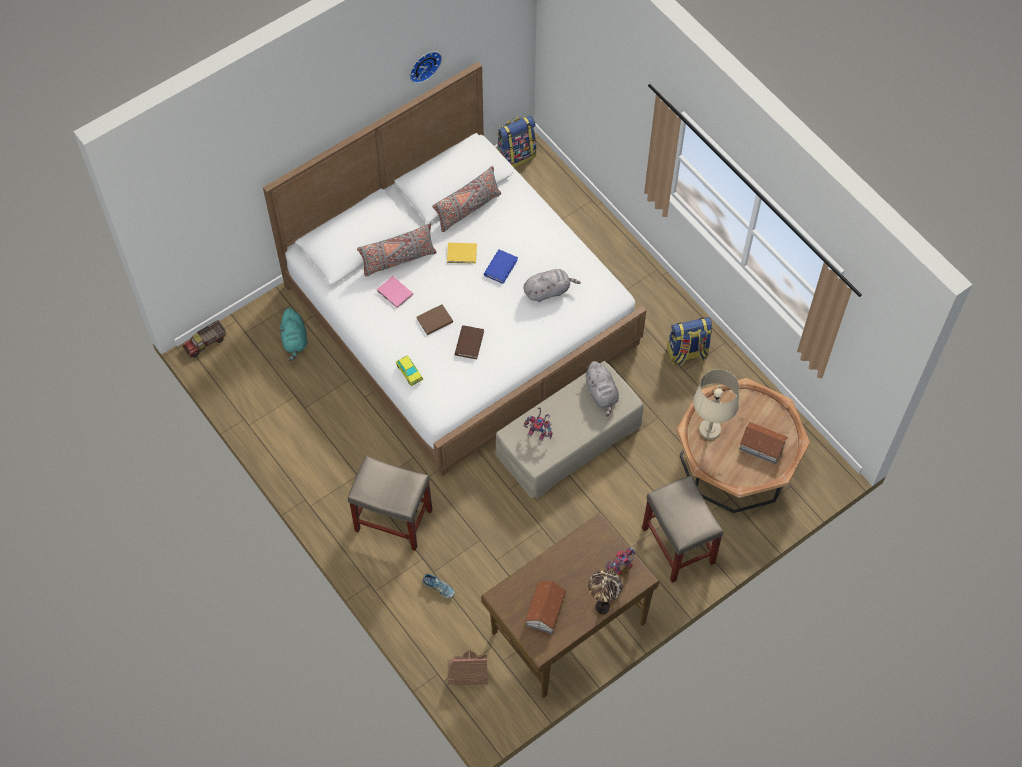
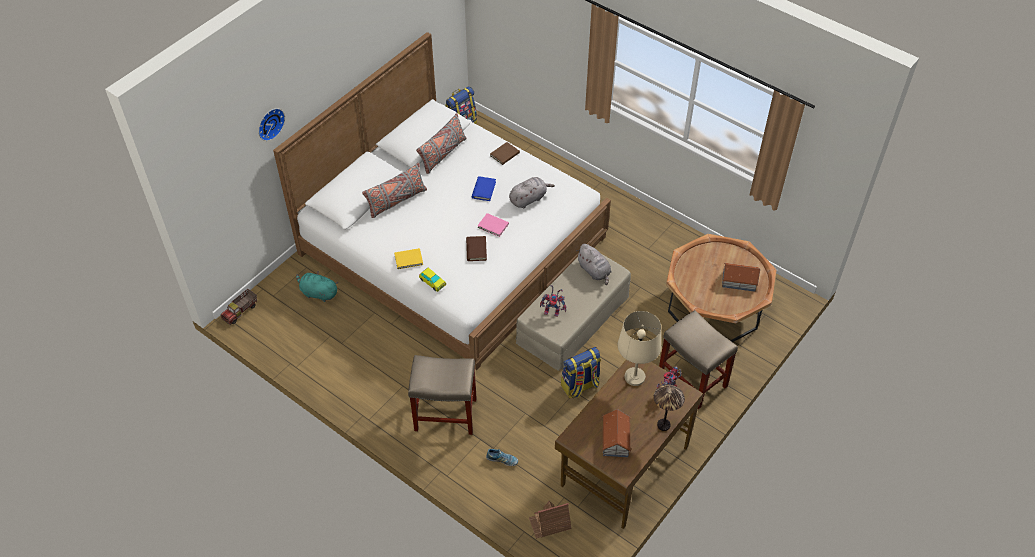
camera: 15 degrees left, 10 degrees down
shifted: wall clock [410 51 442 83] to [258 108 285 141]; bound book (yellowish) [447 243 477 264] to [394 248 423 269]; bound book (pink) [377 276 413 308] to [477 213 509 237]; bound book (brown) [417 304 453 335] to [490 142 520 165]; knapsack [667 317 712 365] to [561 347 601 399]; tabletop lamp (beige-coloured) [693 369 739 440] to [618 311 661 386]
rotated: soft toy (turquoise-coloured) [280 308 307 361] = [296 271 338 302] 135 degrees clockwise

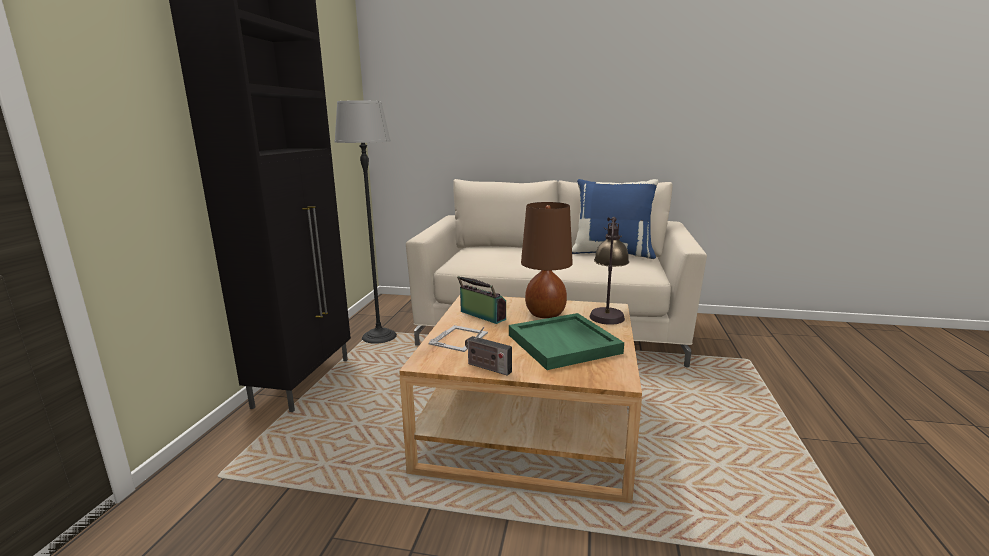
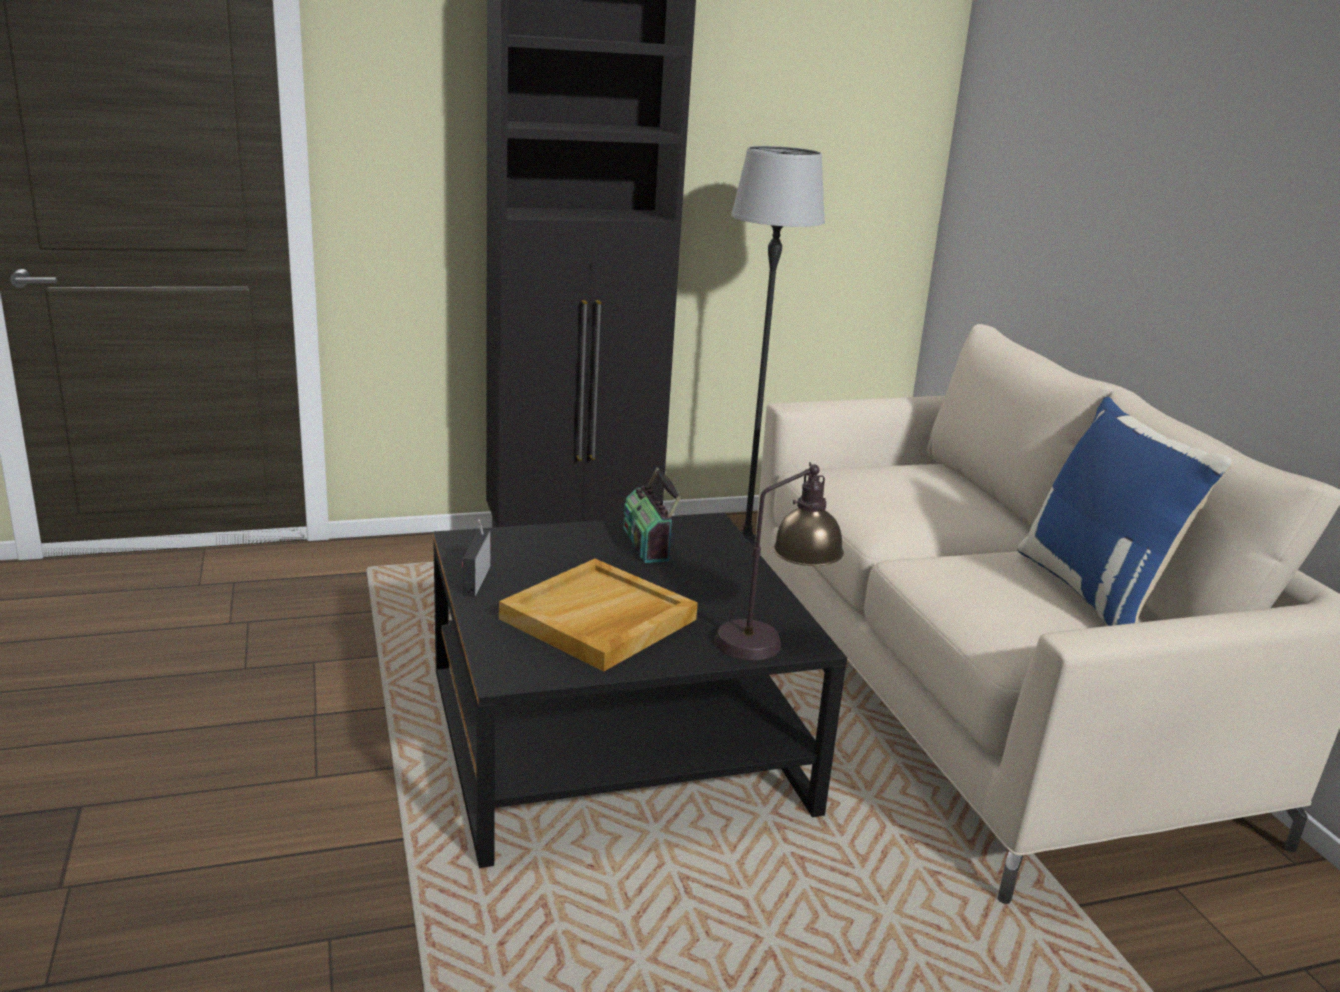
camera: 60 degrees right, 5 degrees up
gone: tabletop lamp (brown) [521 202 573 318]; picture frame [429 325 488 352]
repainted: lounge table (beige-coloured) [399 295 642 503] to lounge table (blackish) [433 512 847 868]; serving tray (greenish) [509 313 624 370] to serving tray (beige-coloured) [499 559 698 671]
rotated: radio receiver [457 276 506 324] = [623 468 681 563] 150 degrees clockwise

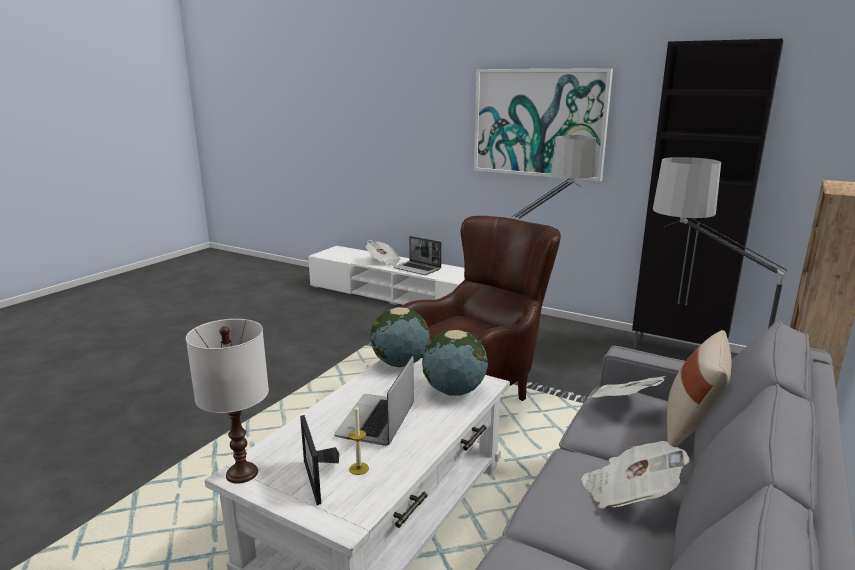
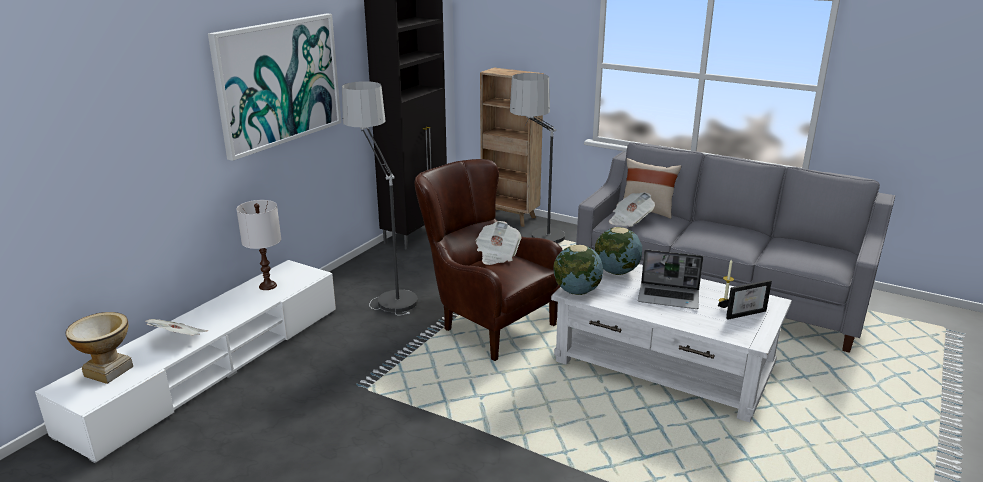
camera: 90 degrees left, 5 degrees up
gone: notebook computer [393 236 442 275]
new: flower vase [66 312 133 384]
shifted: tabletop lamp (white-coloured) [186 319 269 484] to [236 200 281 290]; newspaper [581 441 690 509] to [475 221 522 265]

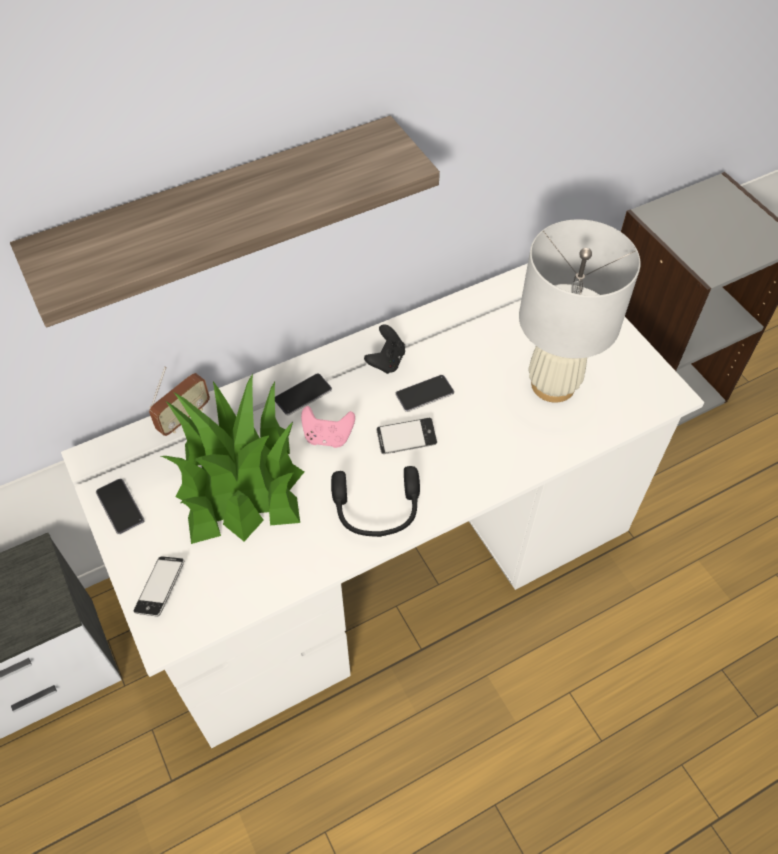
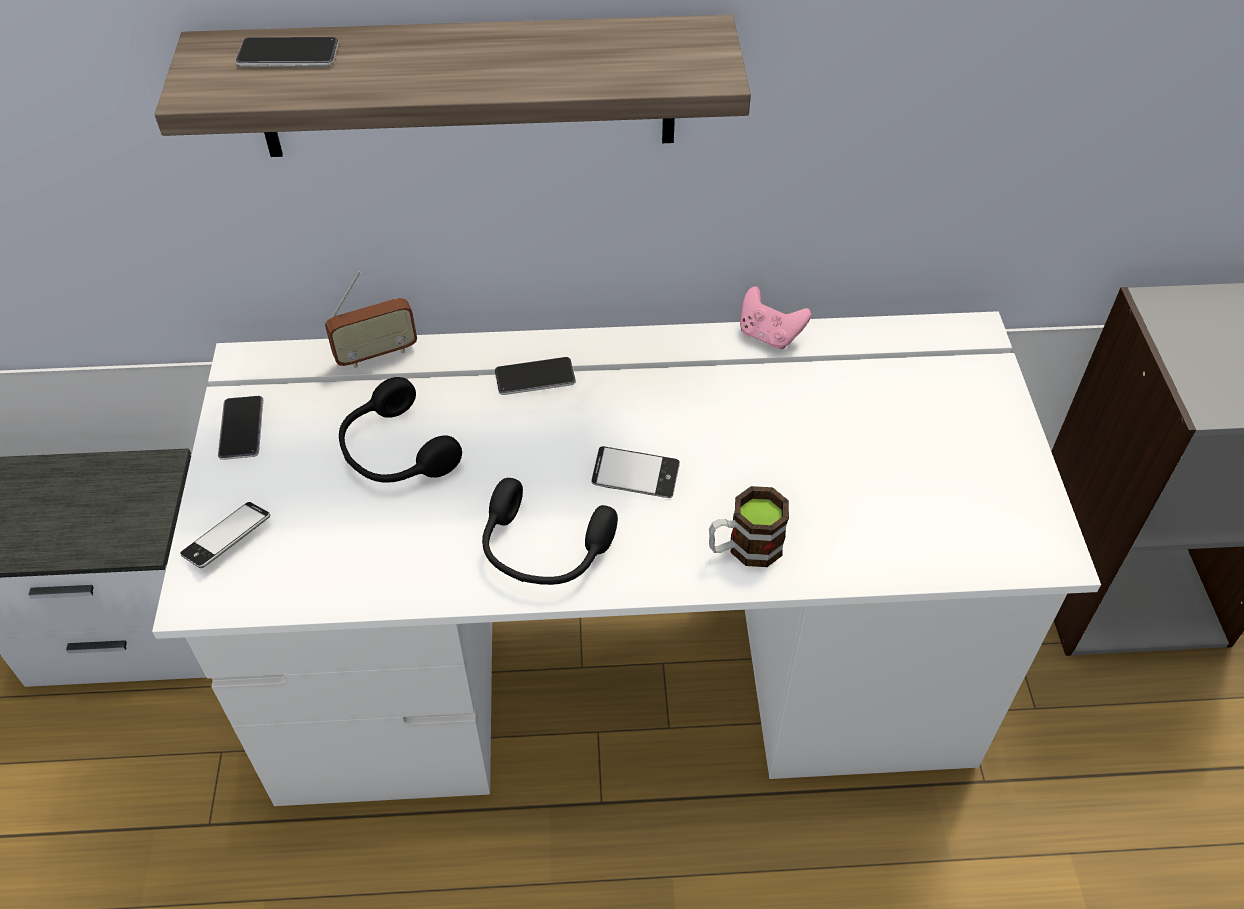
camera: 25 degrees right, 5 degrees down
gone: tabletop lamp (white-coloured) [519 219 641 403]; game controller (blackish) [364 324 405 374]
new: mug [709 486 789 567]
shifted: telephone [395 375 454 412] to [236 37 339 67]; game controller (pink) [301 406 355 448] to [740 286 811 349]
swapped: houseplant [161 373 304 544] to headphones (blackish) [339 377 462 483]

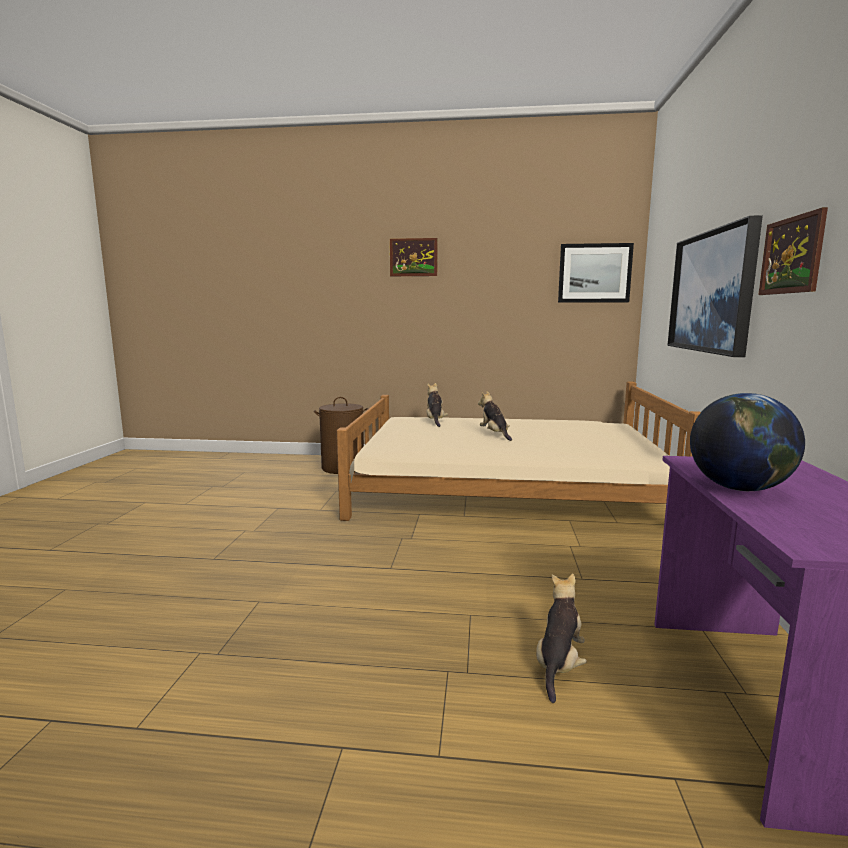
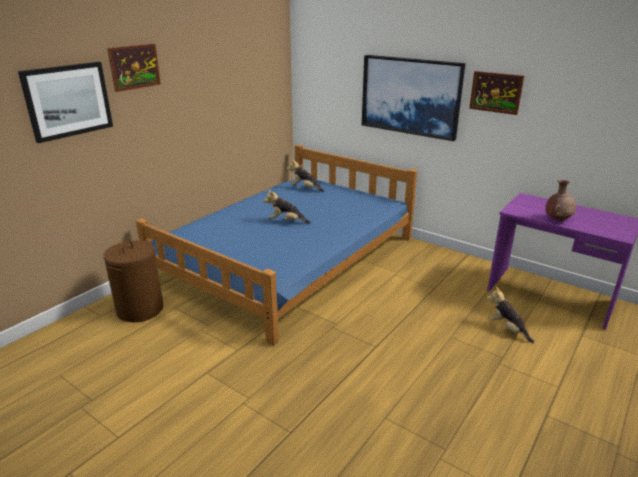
camera: 60 degrees left, 15 degrees up
shifted: wall picture [558 243 634 303] to [18 62 113 143]; soft toy [426 383 448 427] to [287 159 324 192]
swapped: world globe [690 393 805 491] to flower vase (brown) [546 180 576 221]
repainted: sleeping bed (beige-coloured) [337 382 701 521] to sleeping bed (bluish) [136 144 417 346]

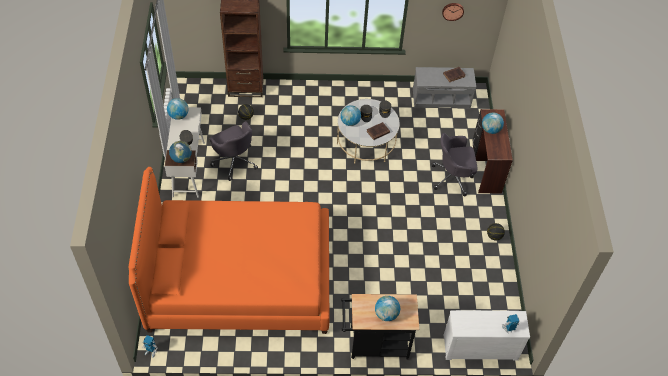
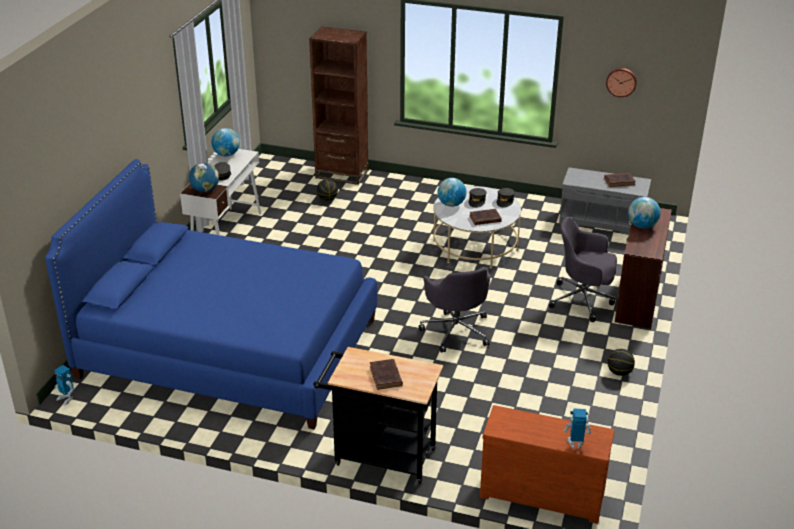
camera: 20 degrees right, 20 degrees down
shifted: computer chair (greyish) [209 121 258 181] to [419 267 490 352]
swapped: world globe [375 296 400 321] to bound book (brown) [370 359 403 390]
repainted: sleeping bed (orange-coloured) [129 167 329 334] to sleeping bed (bluish) [45 159 377 429]; dresser (white-coloured) [444 310 530 360] to dresser (brown) [480 405 615 524]

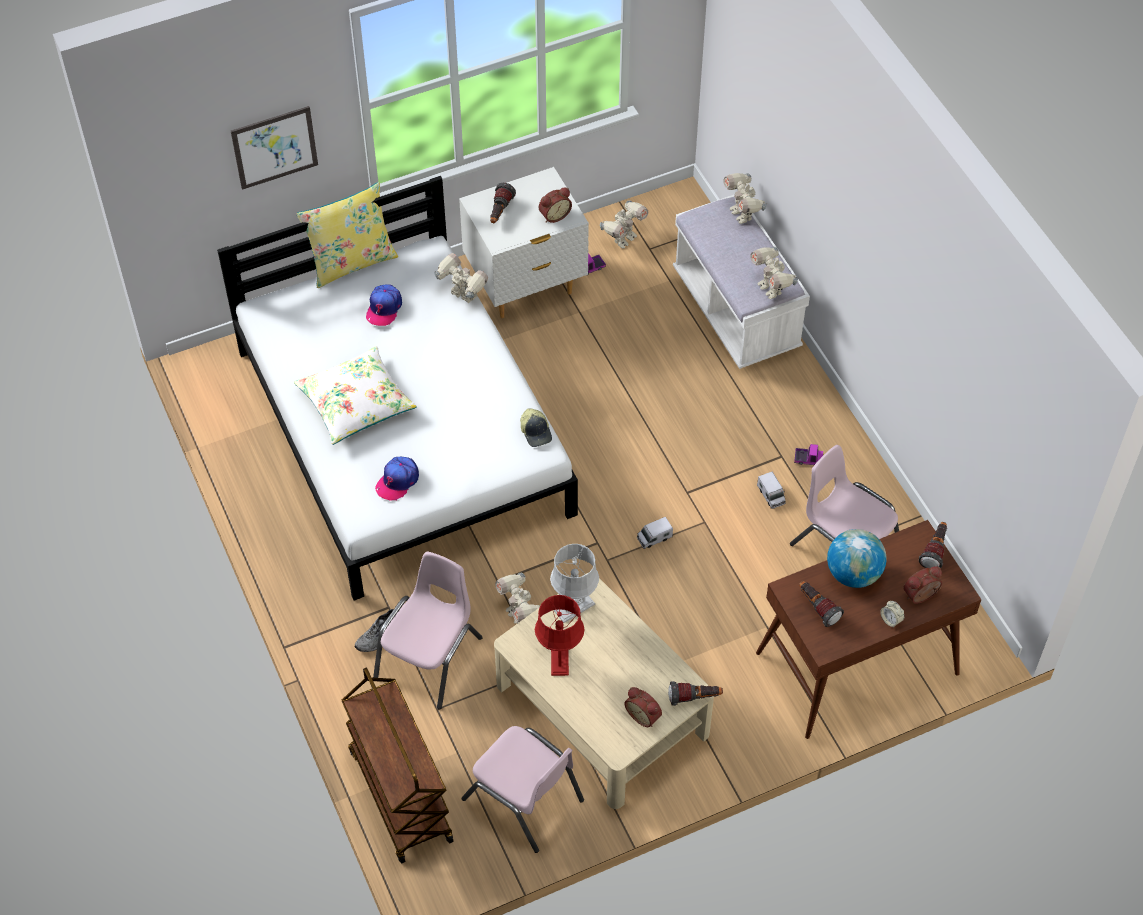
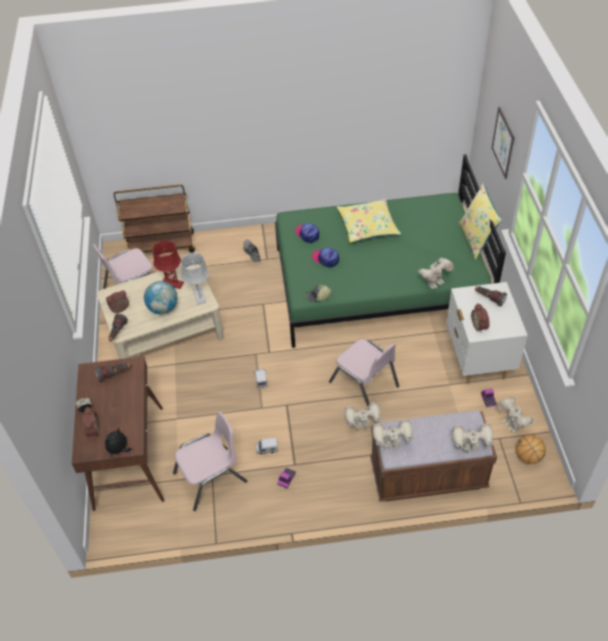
camera: 110 degrees right, 5 degrees down
new: basketball [516 435 546 464]
shifted: peaked cap [366 284 402 326] to [312 247 339 267]; world globe [827 529 887 588] to [144 281 177 314]; plain chair (pink) [373 552 483 709] to [329 339 399 406]; model robot [495 573 540 624] to [345 402 382 430]
swapped: torch [919 522 947 569] to soft toy [105 428 132 457]
repainted: sleeping bed (white-coloured) [217 176 578 601] to sleeping bed (greenish) [275 154 506 348]; bench (white-coloured) [673 194 810 369] to bench (brown) [370 410 497 502]; cushion (white-coloured) [294 346 417 445] to cushion (yellowish) [337 199 401 243]

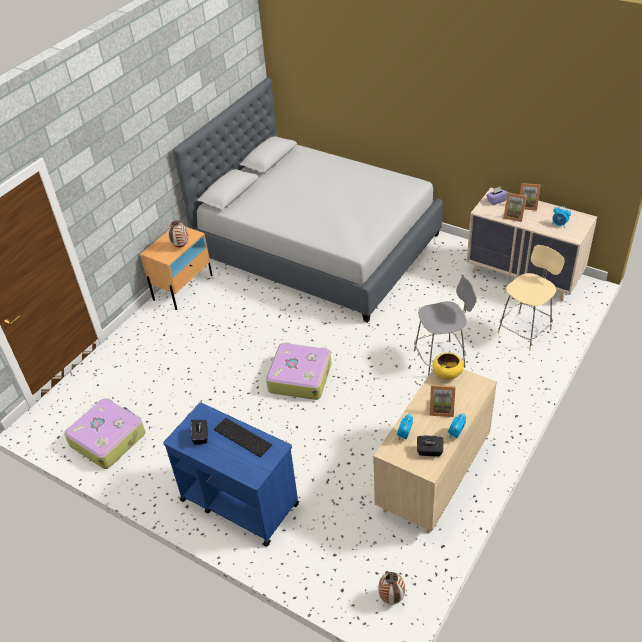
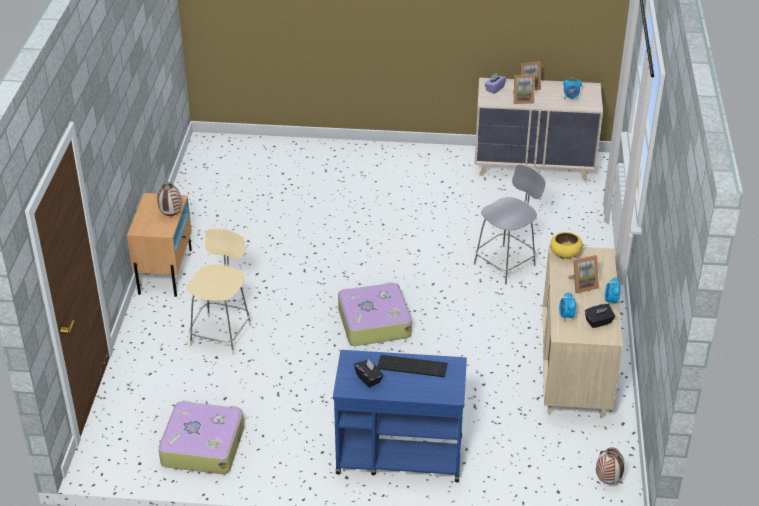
camera: 30 degrees left, 5 degrees down
gone: sleeping bed (greyish) [173 78 443 323]
shifted: plain chair (beige-coloured) [497 245 565 350] to [187 229 251 355]

